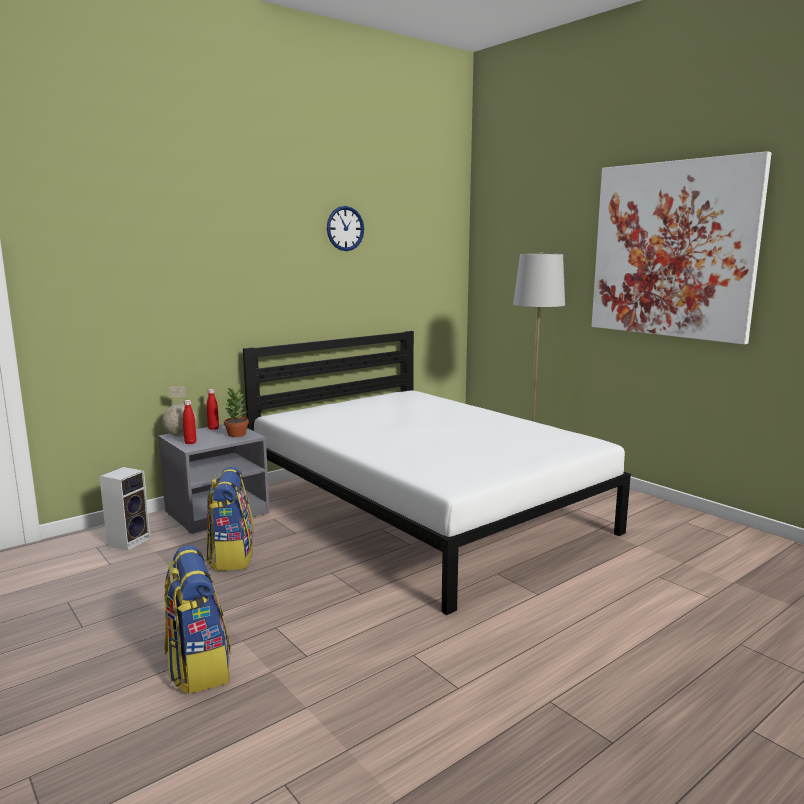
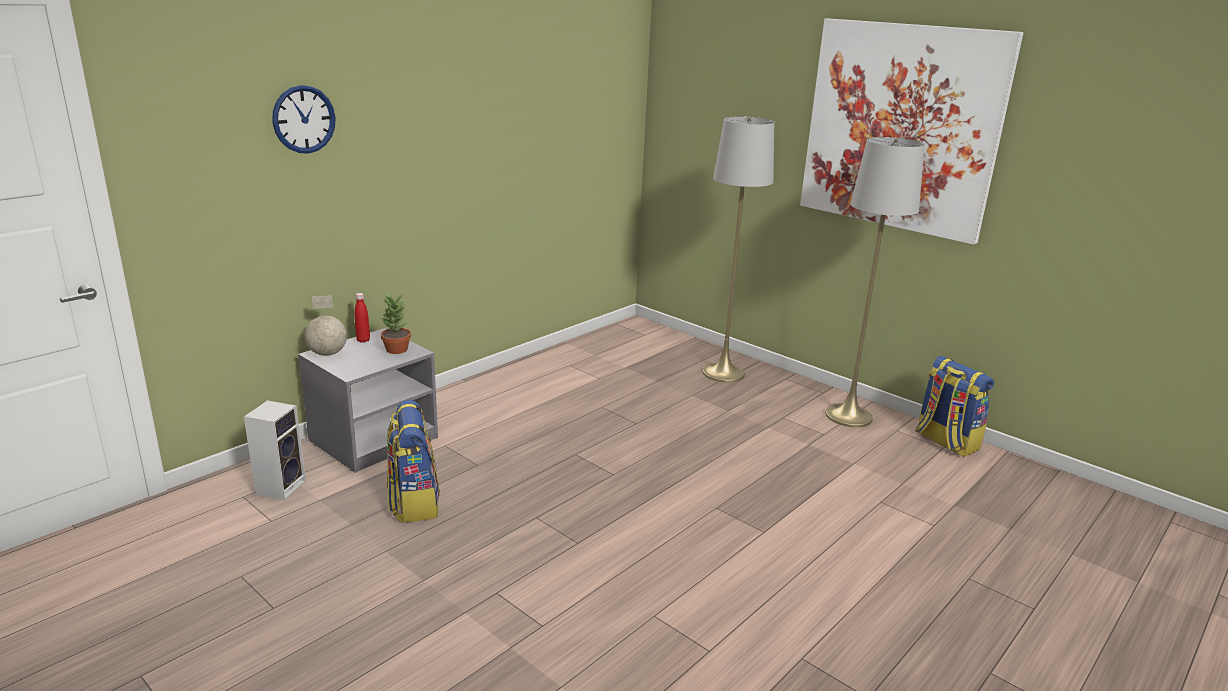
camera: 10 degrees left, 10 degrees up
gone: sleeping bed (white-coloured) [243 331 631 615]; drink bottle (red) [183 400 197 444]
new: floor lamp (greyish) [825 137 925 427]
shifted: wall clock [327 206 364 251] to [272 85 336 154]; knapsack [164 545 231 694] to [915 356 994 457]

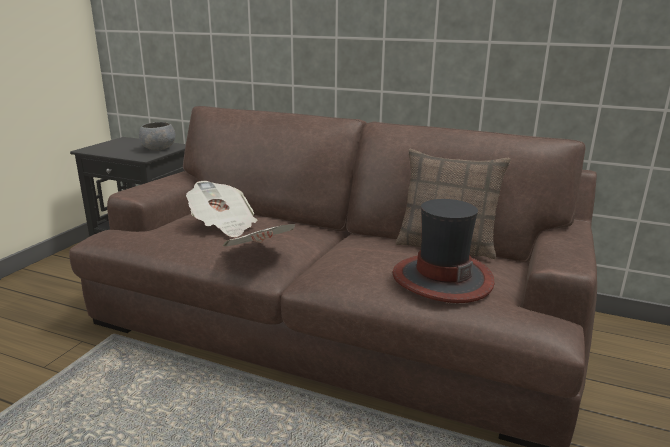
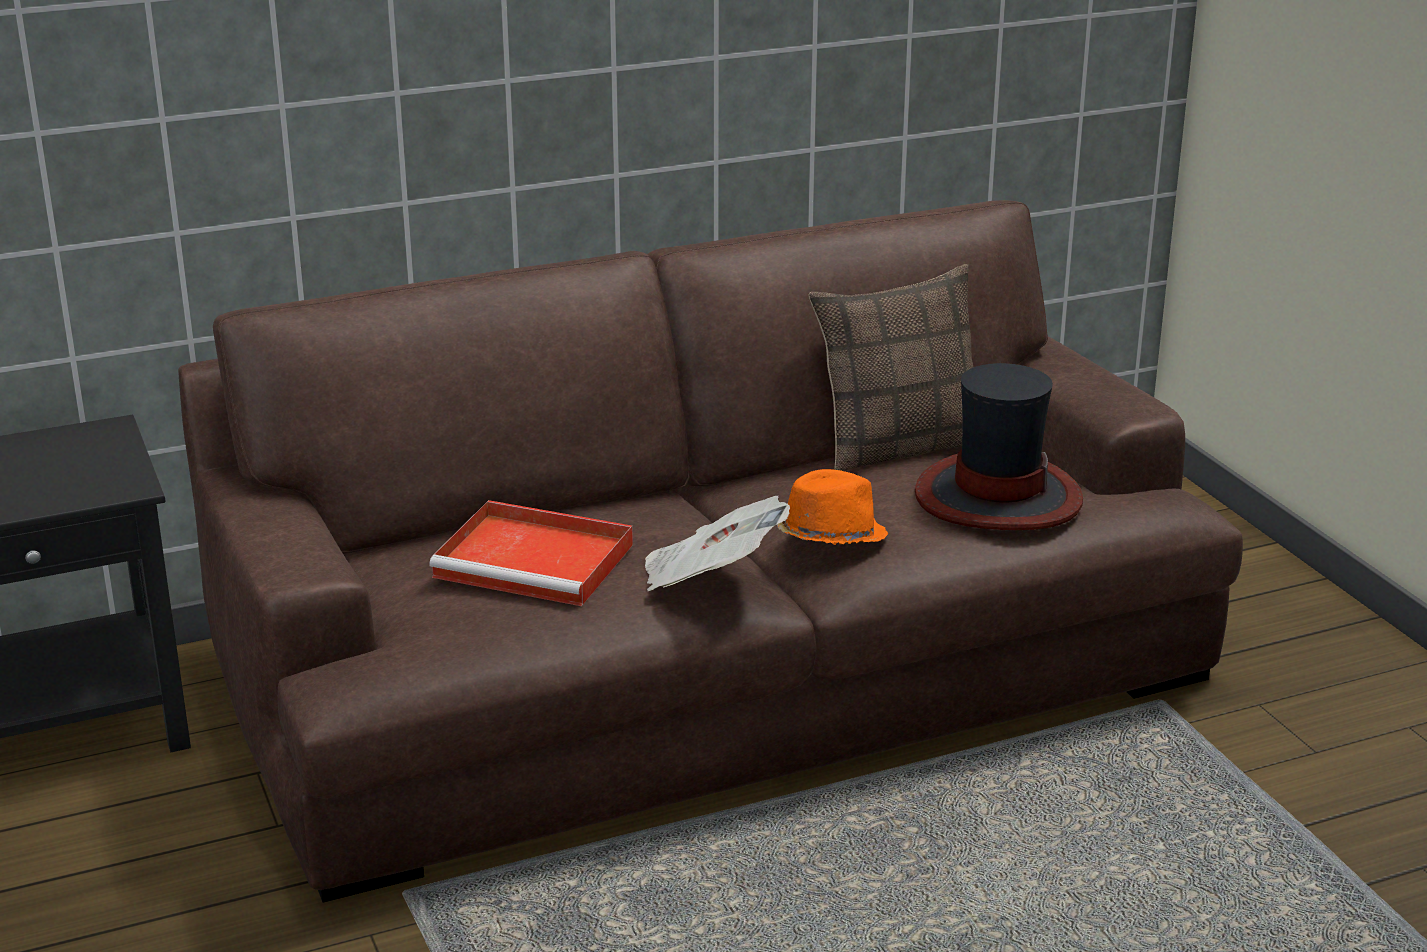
camera: 45 degrees left, 5 degrees up
gone: serving bowl (greyish) [139 122 175 150]
new: hat (orange-coloured) [777 469 888 545]
swapped: newspaper [186 181 258 237] to serving tray (red) [430 500 633 606]

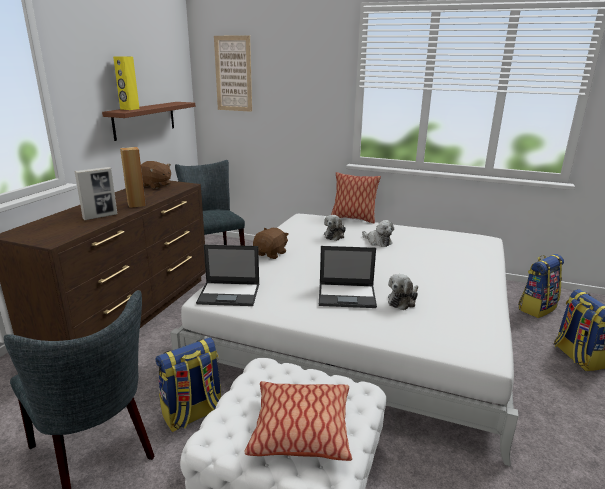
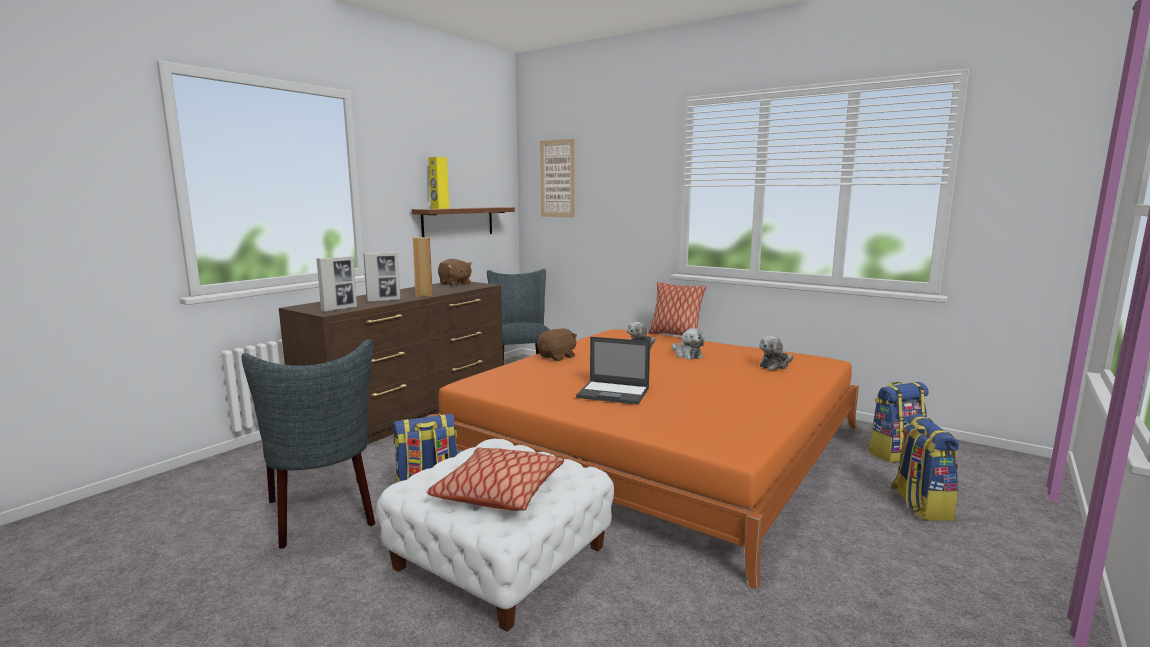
camera: 15 degrees right, 10 degrees down
gone: notebook computer [196 245 259 306]
new: picture frame [316 256 357 312]
shifted: soft toy [388 274 418 310] to [759 336 794 370]
repainted: sleeping bed (white-coloured) [170 214 518 466] to sleeping bed (orange-coloured) [426 329 859 590]

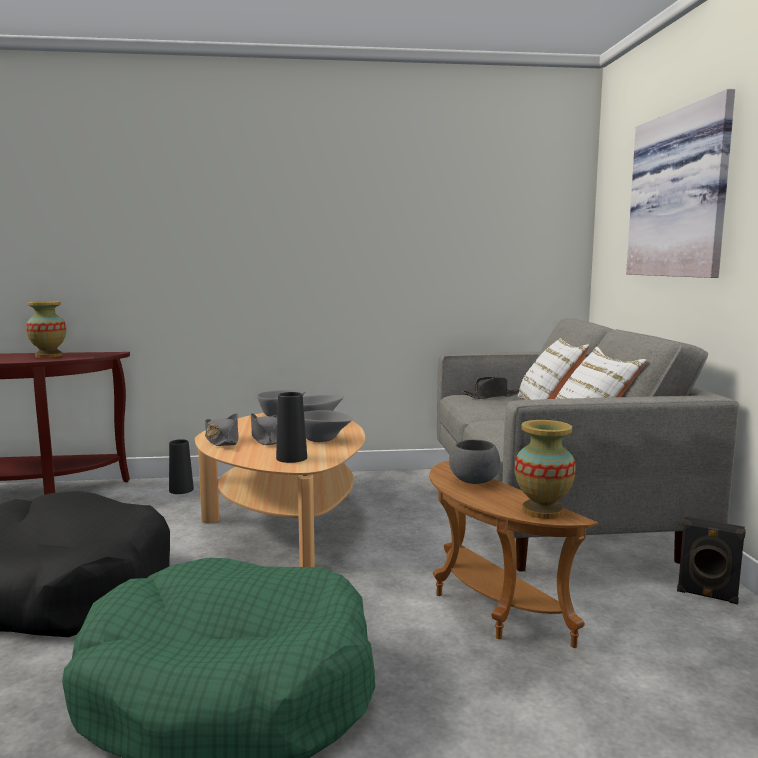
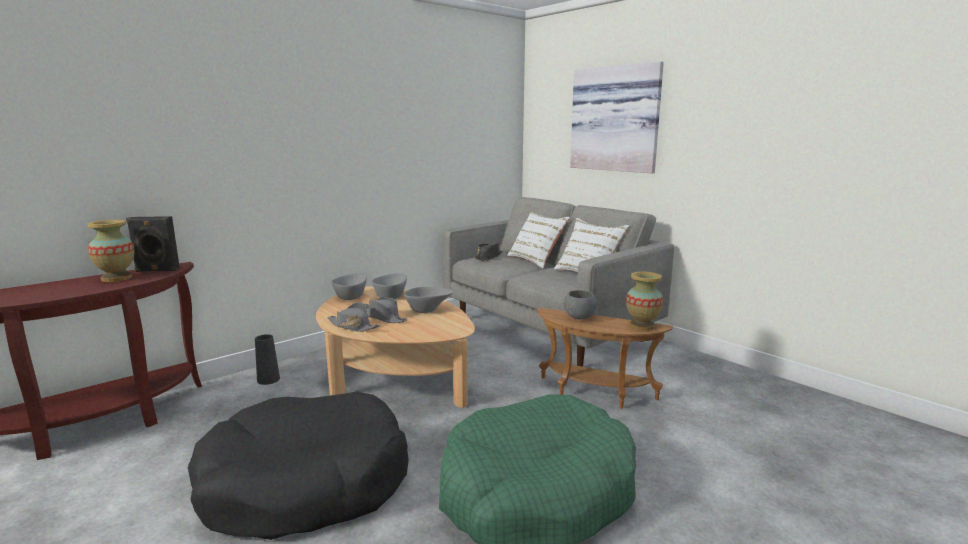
camera: 35 degrees left, 5 degrees up
gone: flower vase (blackish) [276 392 307 463]
shifted: speaker (blackish) [677 517 746 604] to [126 216 180 272]

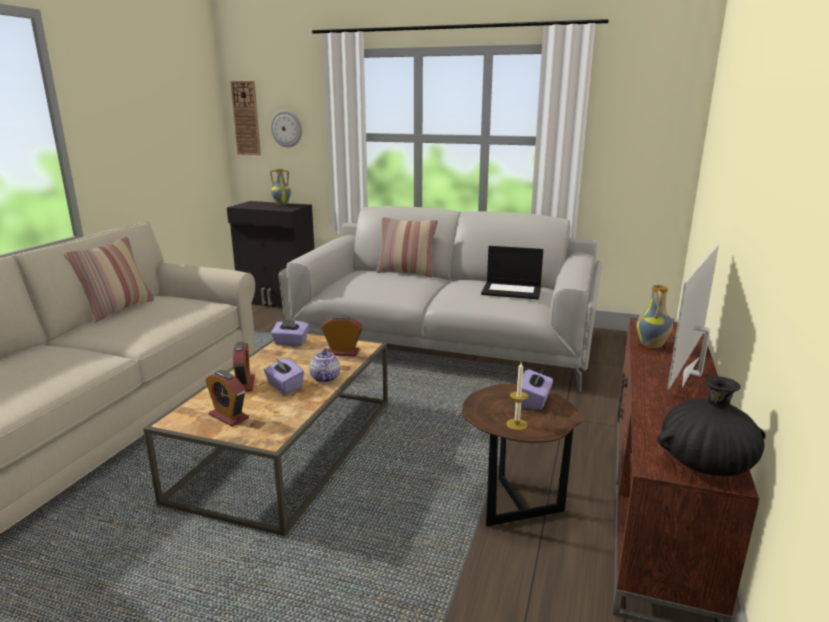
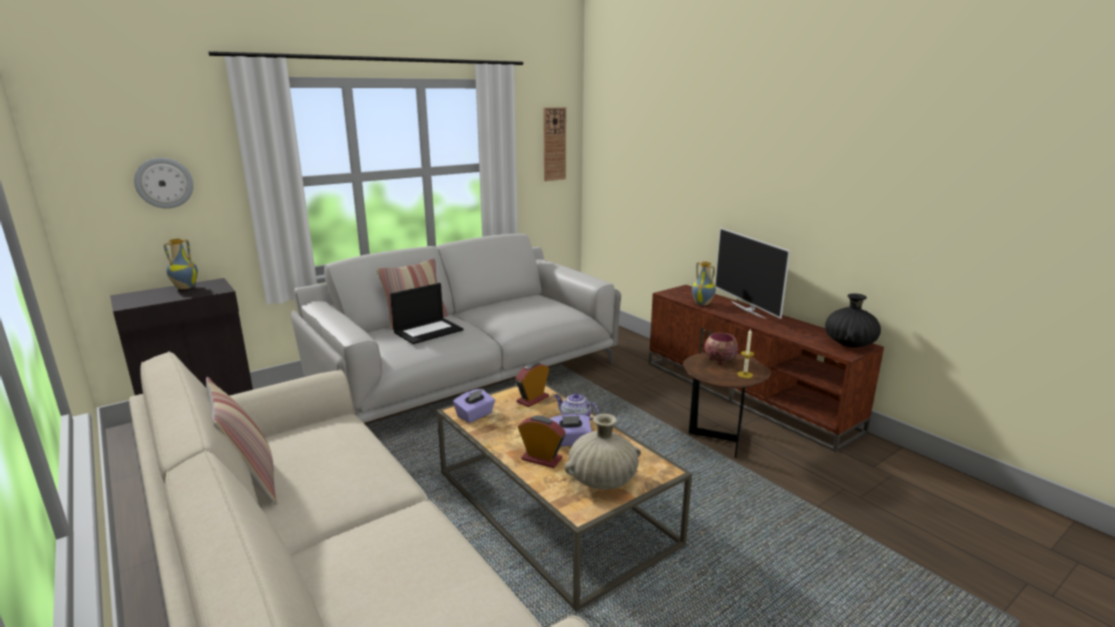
camera: 55 degrees left, 0 degrees up
shifted: wall clock [230 81 261 155] to [543 107 566 181]; notebook computer [481 246 543 299] to [390 283 464 344]
swapped: box of tissues (purplish) [521 368 553 410] to serving bowl [704 333 738 364]; alarm clock [205 370 249 426] to flower vase (beige-coloured) [564 414 641 489]

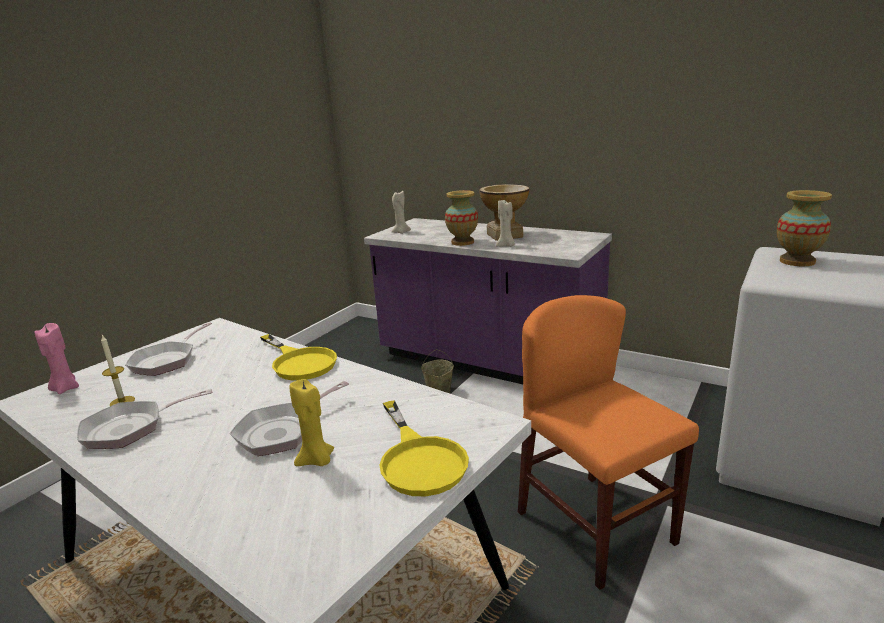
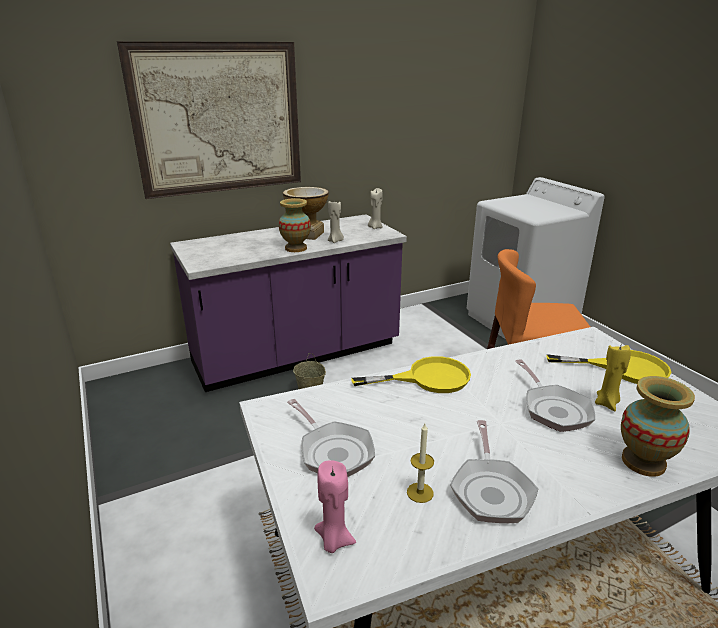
camera: 60 degrees left, 5 degrees up
new: wall picture [117 41 301 199]
shifted: flower vase [777 190 832 266] to [621 376 695 477]; candle (beige-coloured) [391 191 411 234] to [368 188 383 229]

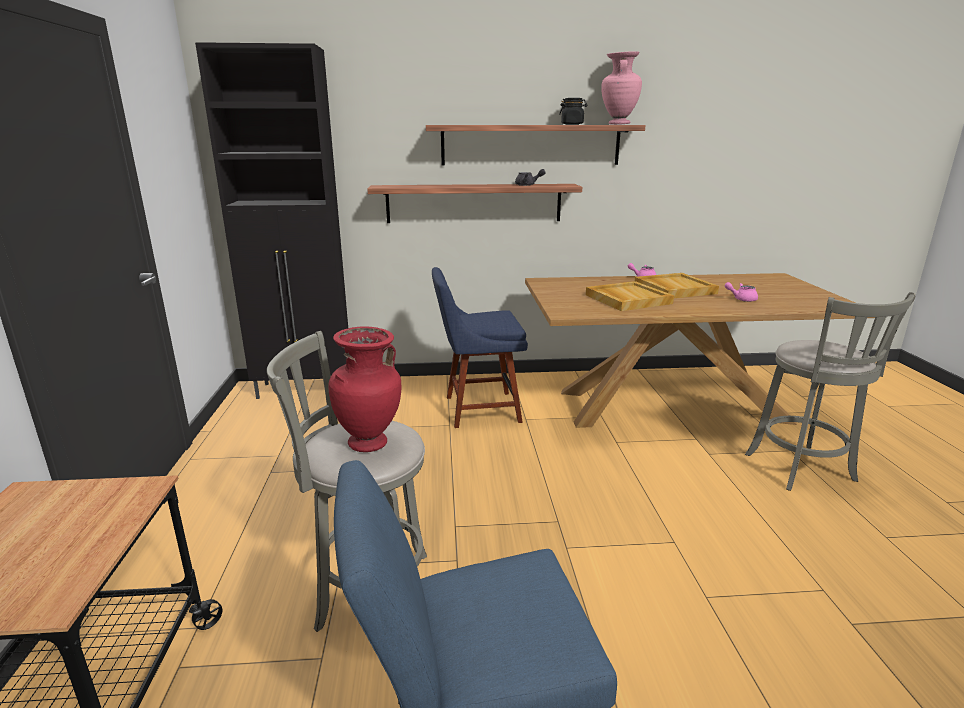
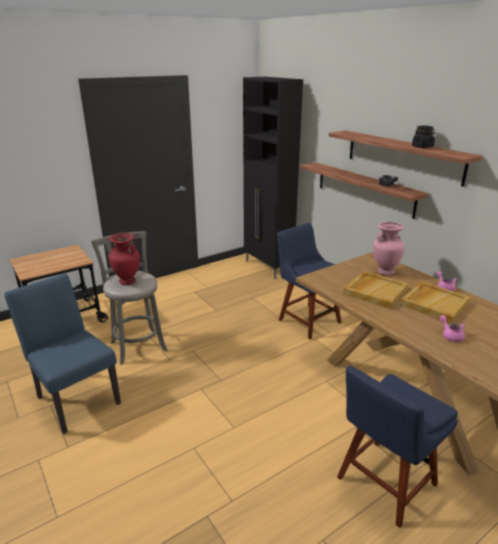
camera: 60 degrees right, 5 degrees up
shifted: flower vase (pink) [601 51 642 125] to [373 222 405 275]
swapped: sitting stool (greyish) [745 292 915 491] to plain chair (bluish) [337 366 458 528]

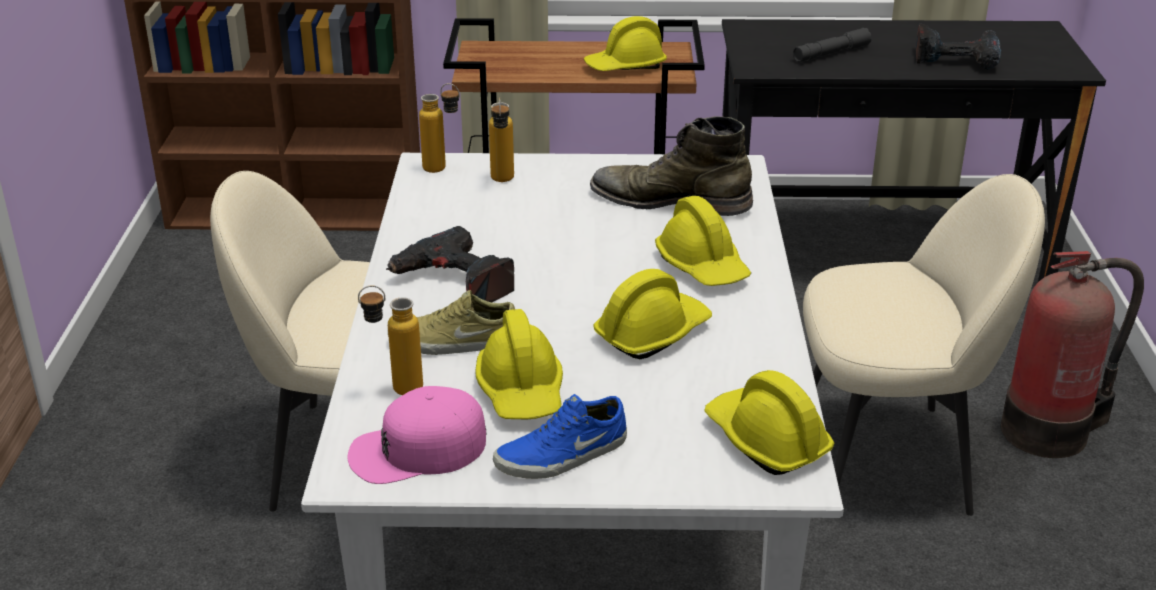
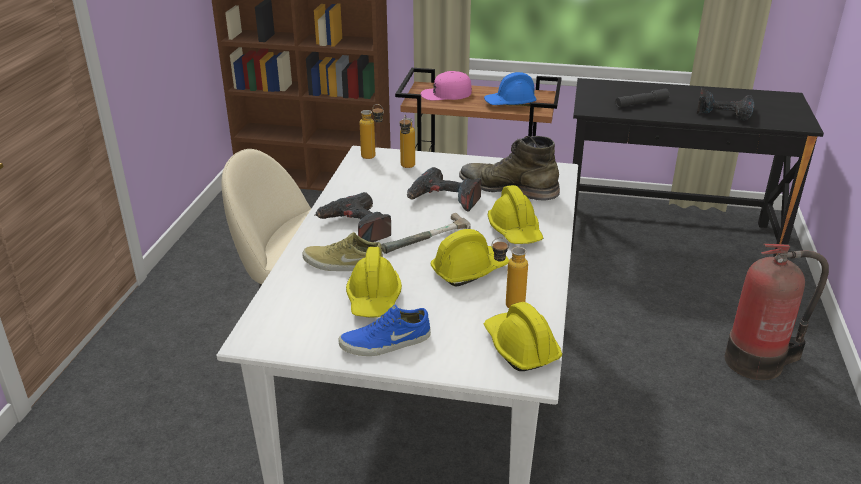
camera: 10 degrees right, 0 degrees up
gone: plain chair (beige-coloured) [803 174 1045 516]
new: drill [407 167 481 212]; tool hammer [381 213 471 254]
shifted: drink bottle [358 285 423 395] to [492 237 528 308]; peaked cap (pink) [347 386 486 484] to [421 71 472 100]
repainted: safety helmet (yellowish) [584 16 667 71] to safety helmet (bluish) [484 72 537 106]

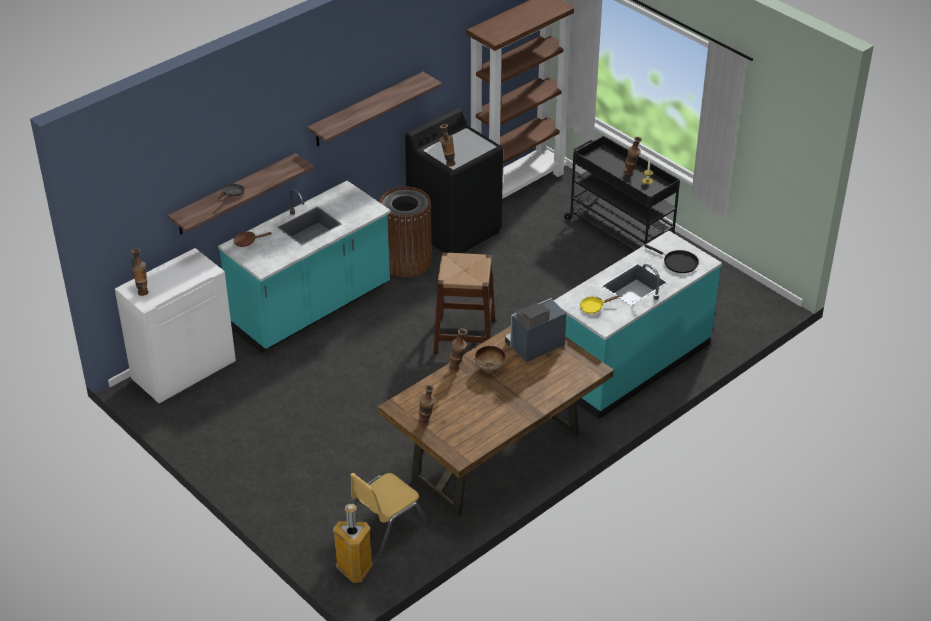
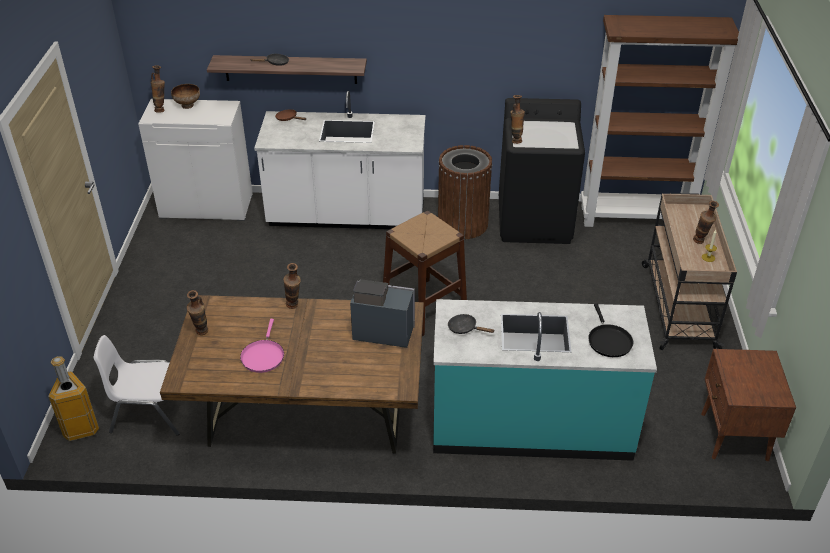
camera: 45 degrees right, 0 degrees up
gone: shelf [307 72 442 146]
new: pan (pink) [240 319 284 373]; nightstand (brown) [701 349 796 461]
shifted: serving bowl [475 346 506 374] to [171 84 200 109]
repainted: cart (blackish) [564 135 680 251] to cart (beige-coloured) [642 193 737 350]; counter (turquoise-coloured) [218 181 391 353] to counter (white-coloured) [254 91 425 229]; pan (yellowish) [580 295 619 314] to pan (blackish) [448 314 495 334]; plain chair (yellowish) [350 473 429 558] to plain chair (white-coloured) [94 335 180 436]

